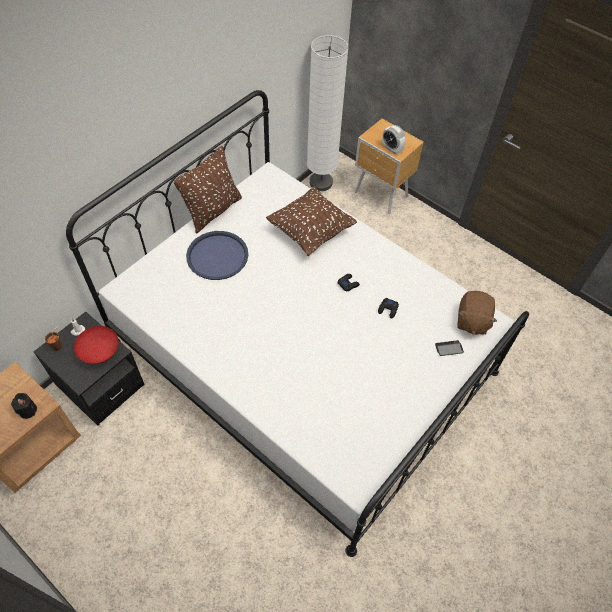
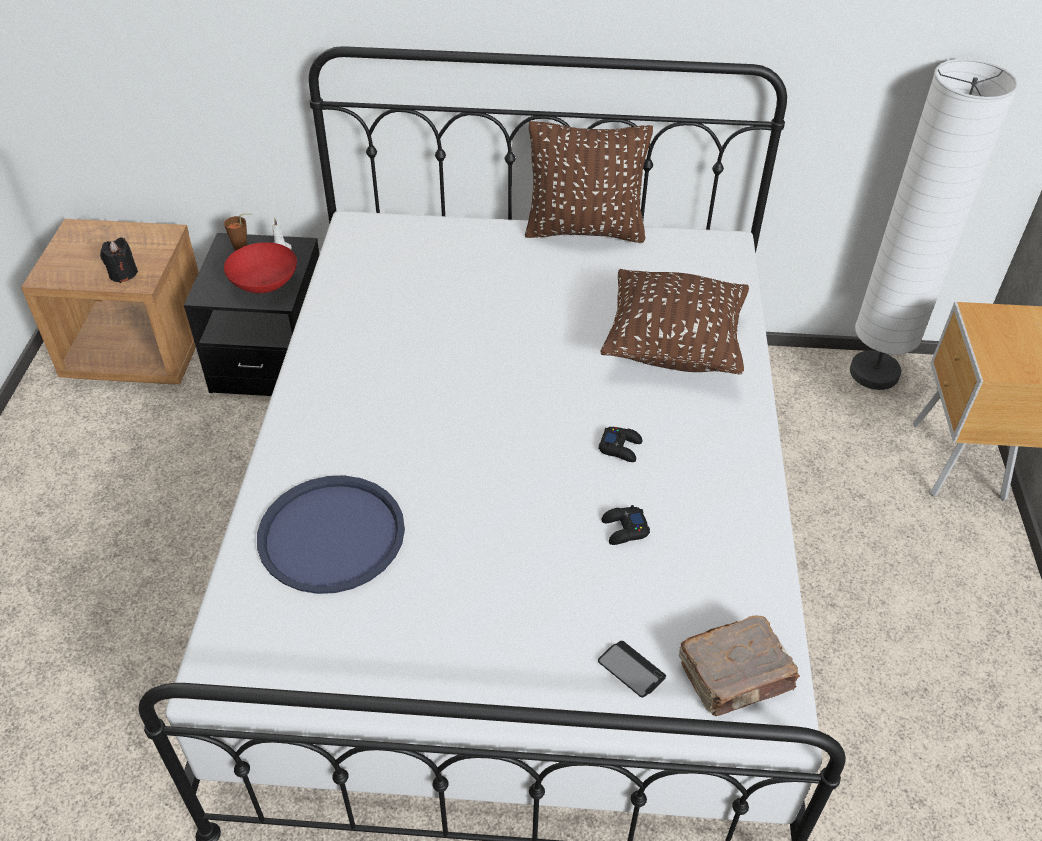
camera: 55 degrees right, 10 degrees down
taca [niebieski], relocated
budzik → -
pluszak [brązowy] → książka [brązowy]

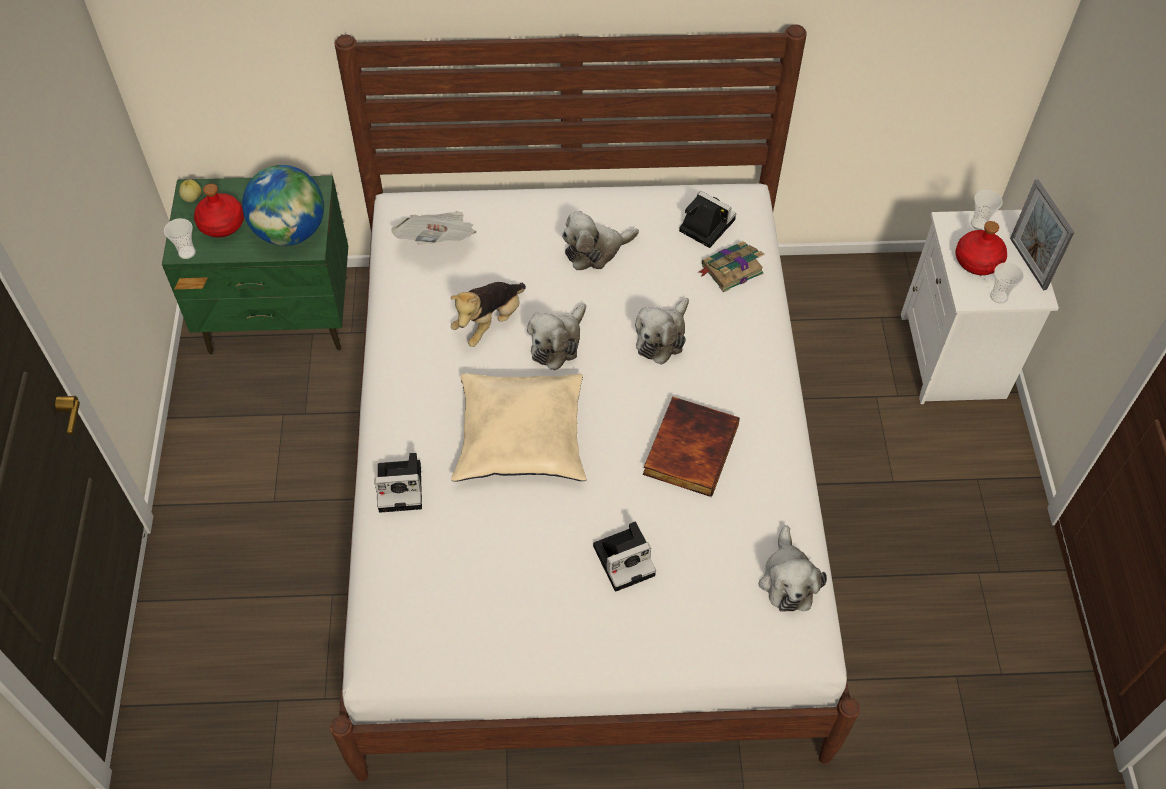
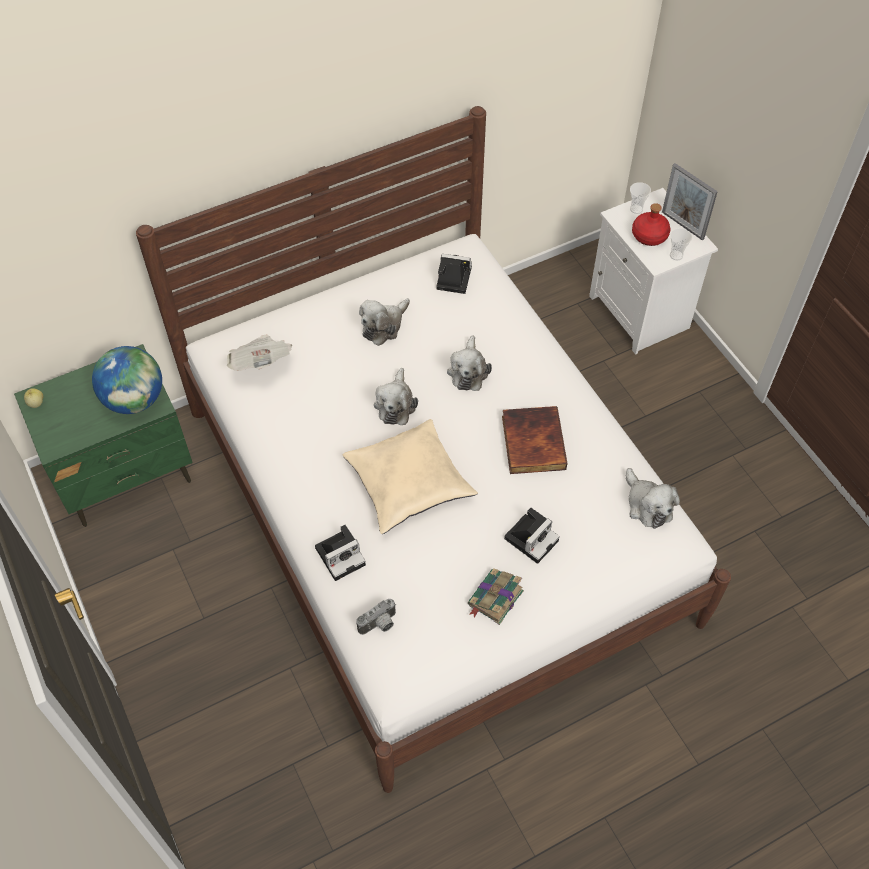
camera: 25 degrees left, 0 degrees up
filiżanka (no. 1 from left) → -
butelka [czerwony] (no. 1 from left) → -
pluszak (no. 1 from left) → -
książka (no. 2 from left in the first image) → książka (no. 1 from left), relocated
- → aparat fotograficzny (no. 2 from left)

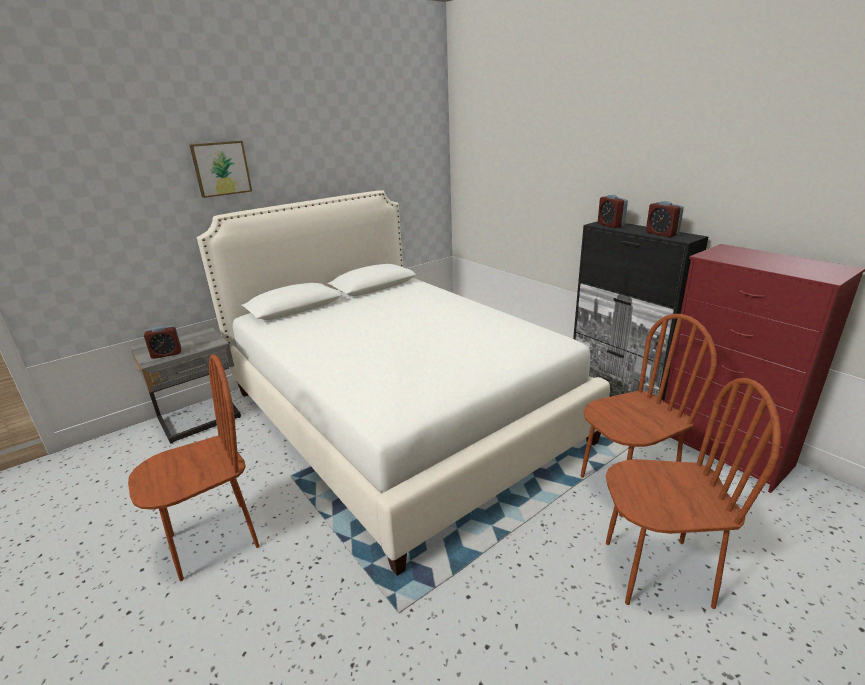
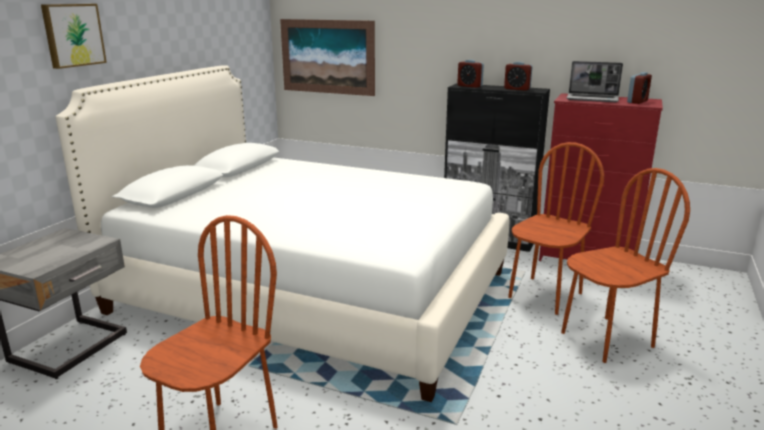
camera: 30 degrees left, 5 degrees down
budzik (no. 1 from left in the first image) → budzik (no. 3 from left), relocated
- → obraz (no. 2 from left)
- → laptop

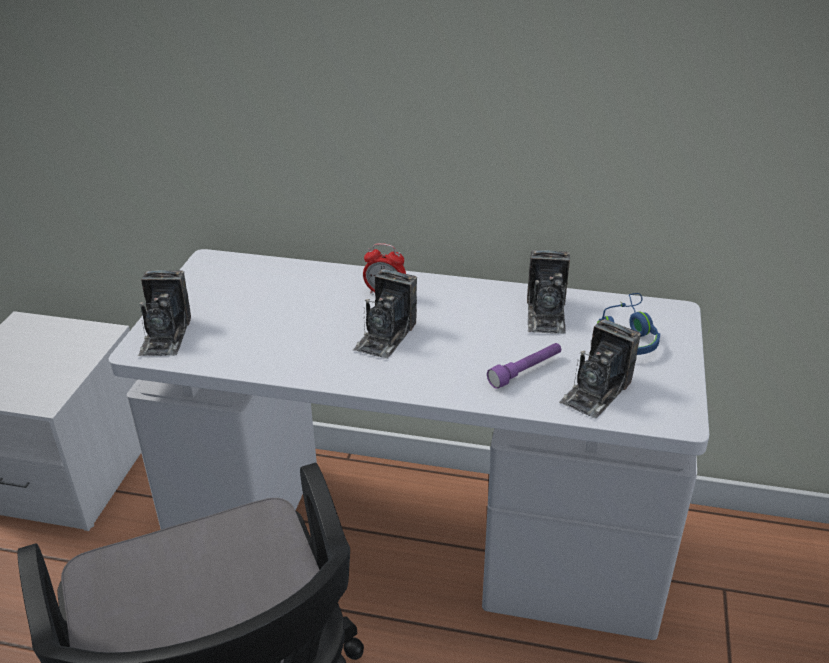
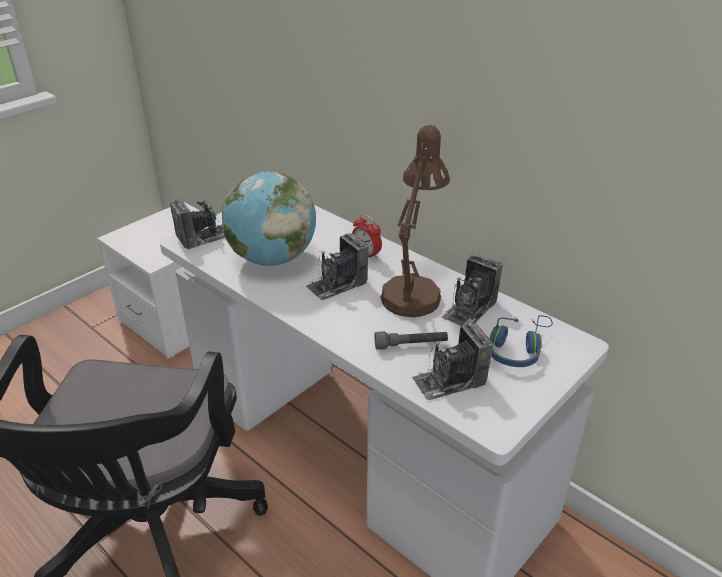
camera: 30 degrees right, 0 degrees up
aparat fotograficzny (no. 1 from left), 150 degrees counterclockwise
latarka [fioletowy] → latarka [szary]
- → globus
- → lampa stołowa [brązowy]

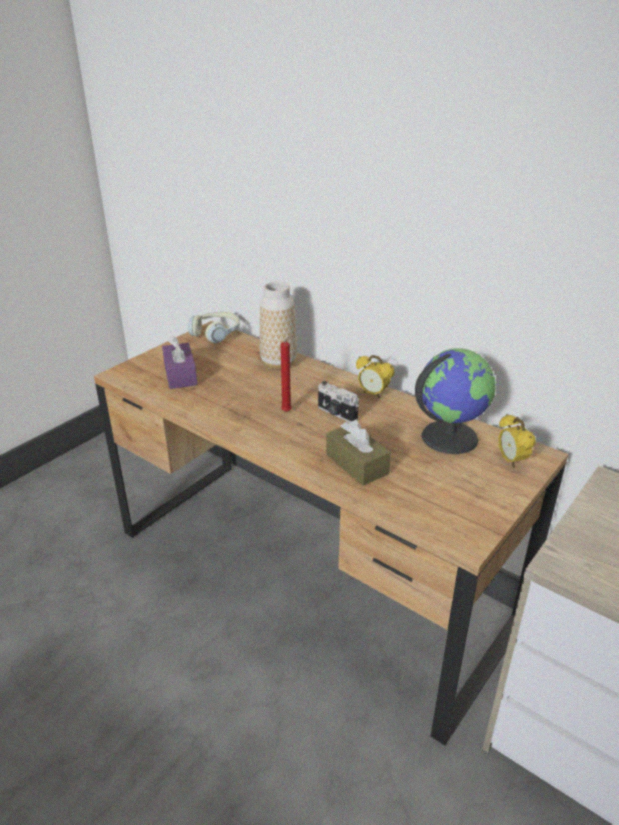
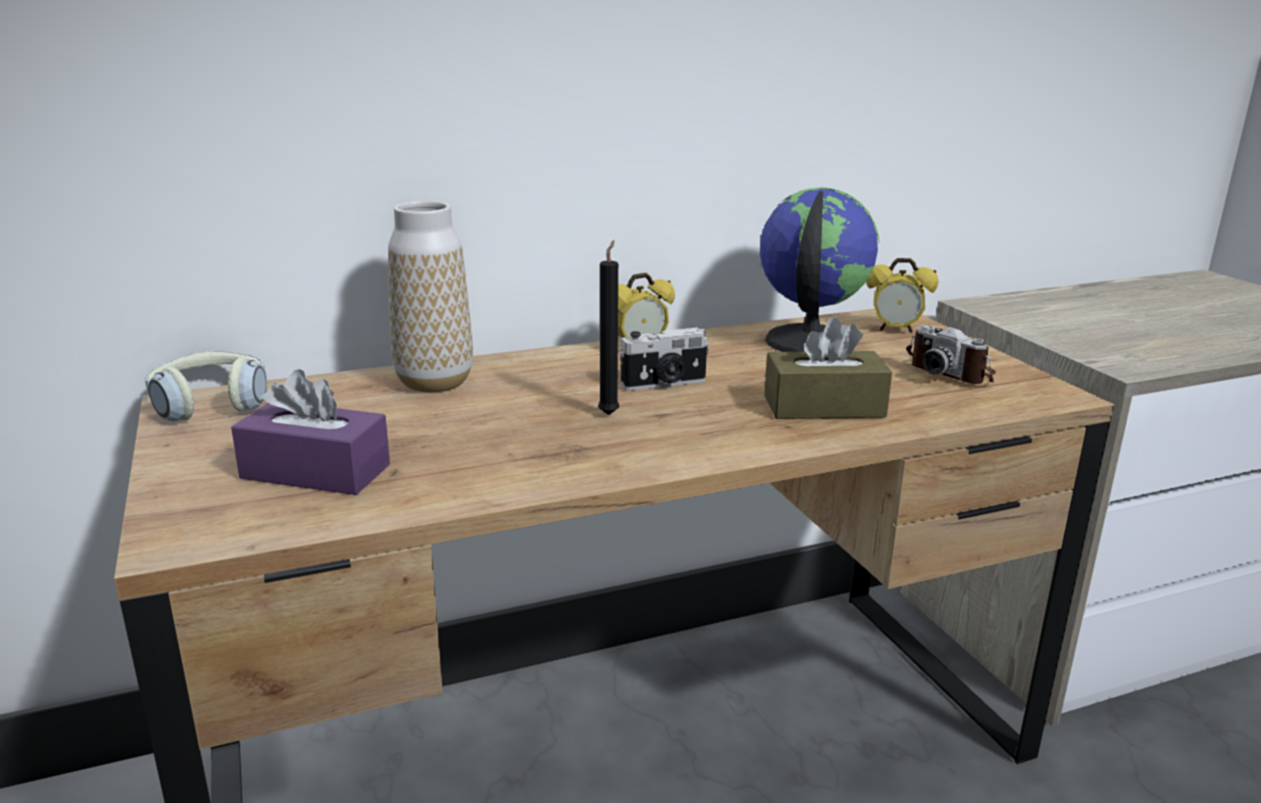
camera: 60 degrees left, 10 degrees down
świeca [czerwony] → świeca [czarny]
- → aparat fotograficzny (no. 2 from left)

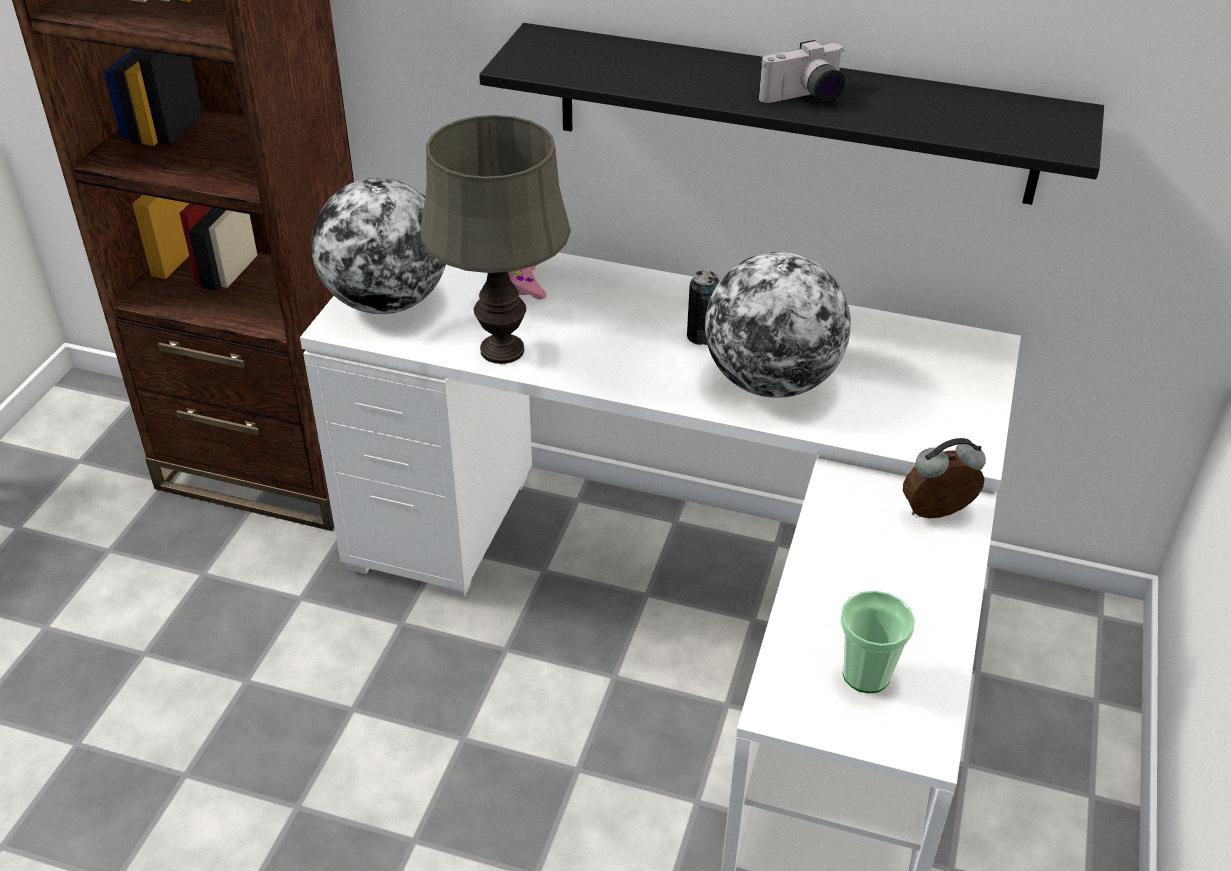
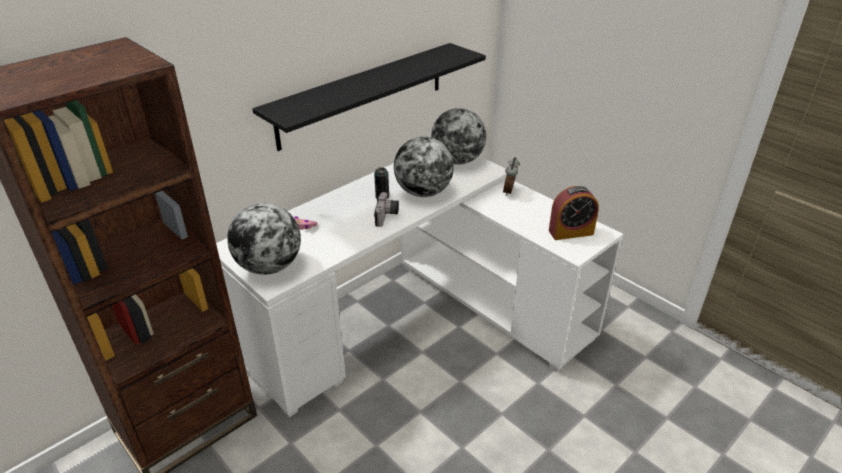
camera: 60 degrees left, 5 degrees down
lampa stołowa [szary] → -
aparat fotograficzny, relocated
filiżanka → budzik (no. 2 from left)
- → globus (no. 3 from left)

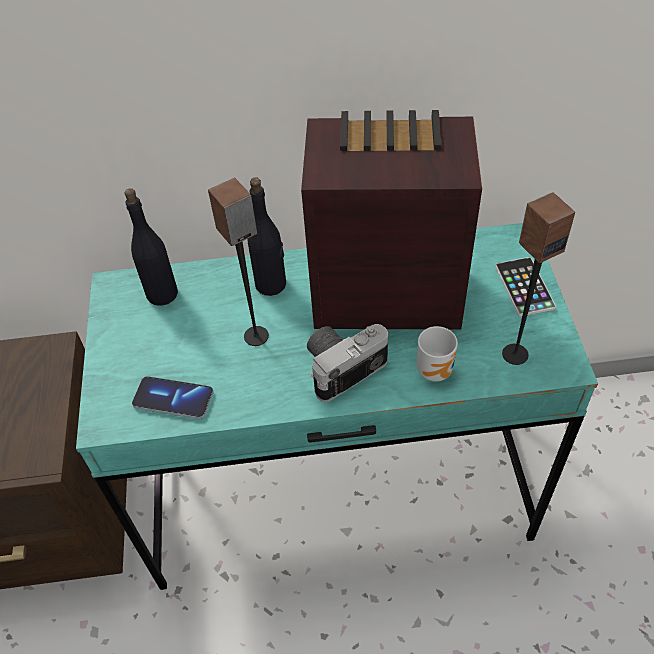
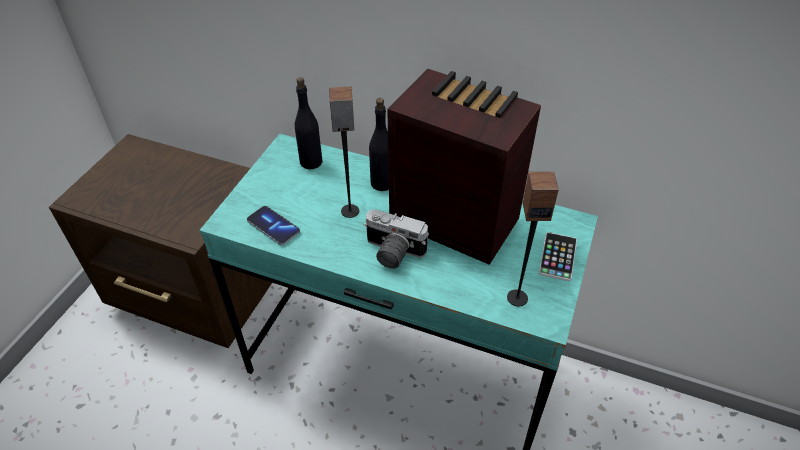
camera: 25 degrees right, 5 degrees down
aparat fotograficzny, 150 degrees counterclockwise
kubek → -

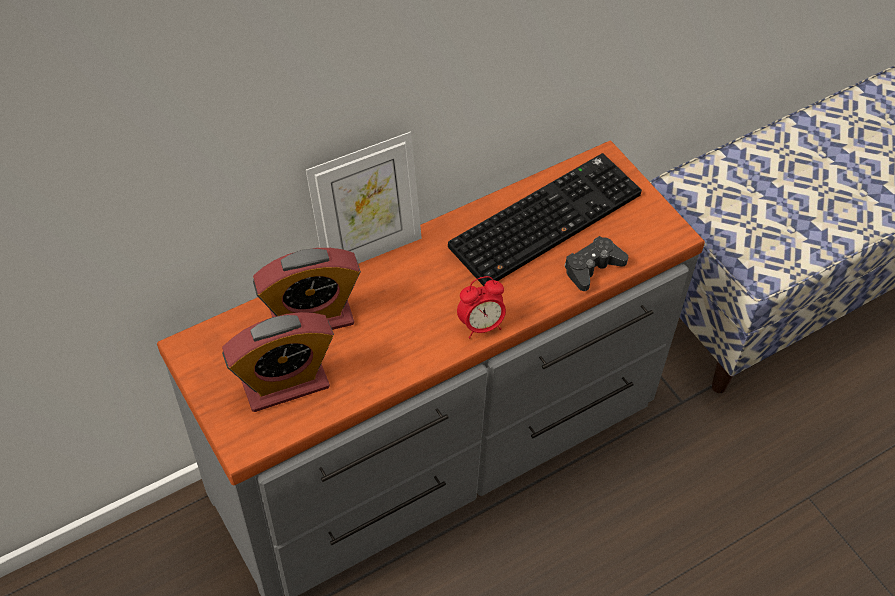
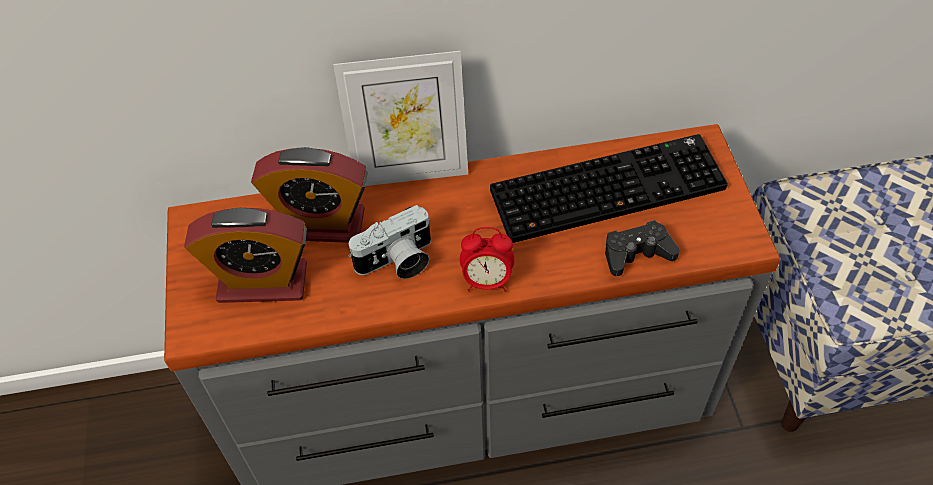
camera: 25 degrees right, 0 degrees up
- → aparat fotograficzny

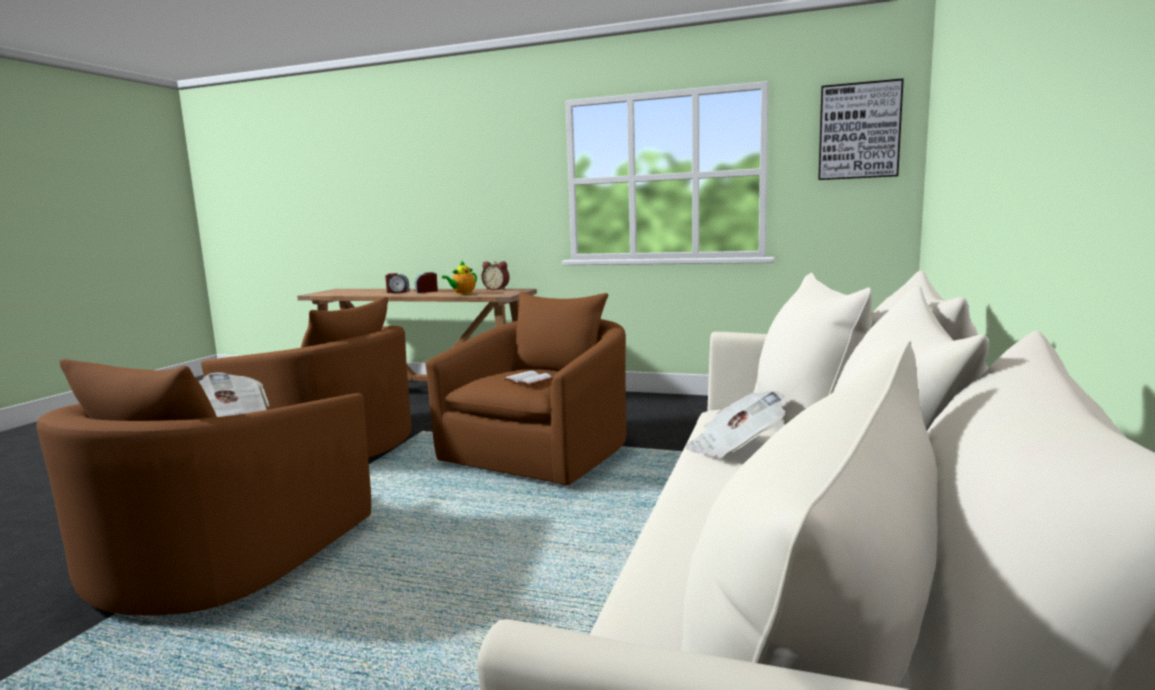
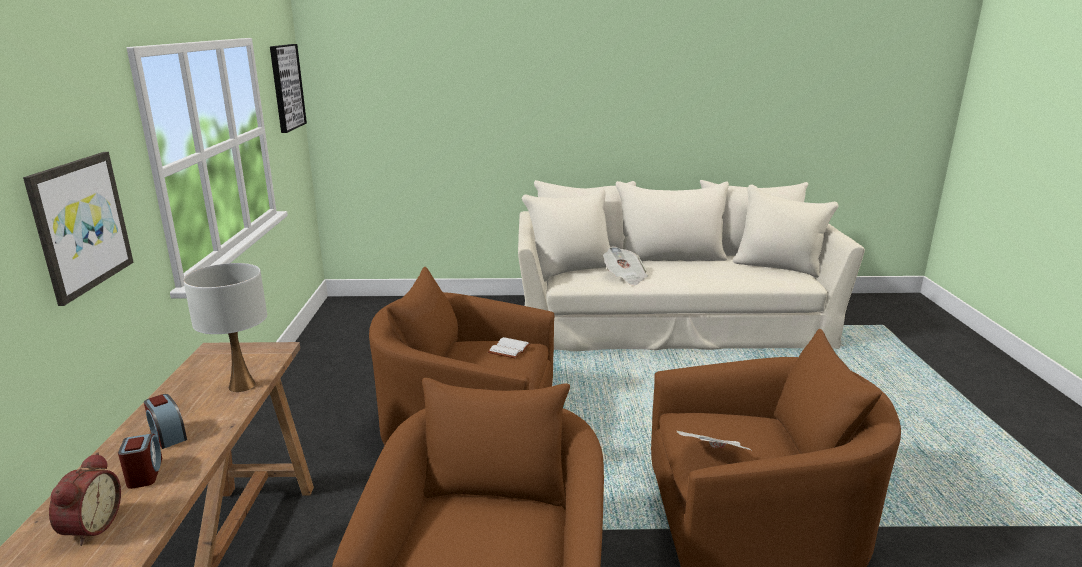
camera: 110 degrees left, 10 degrees up
imbryk → lampa stołowa [biały]
budzik (no. 3 from left in the first image) → budzik (no. 1 from left), relocated
- → obraz (no. 1 from left)

